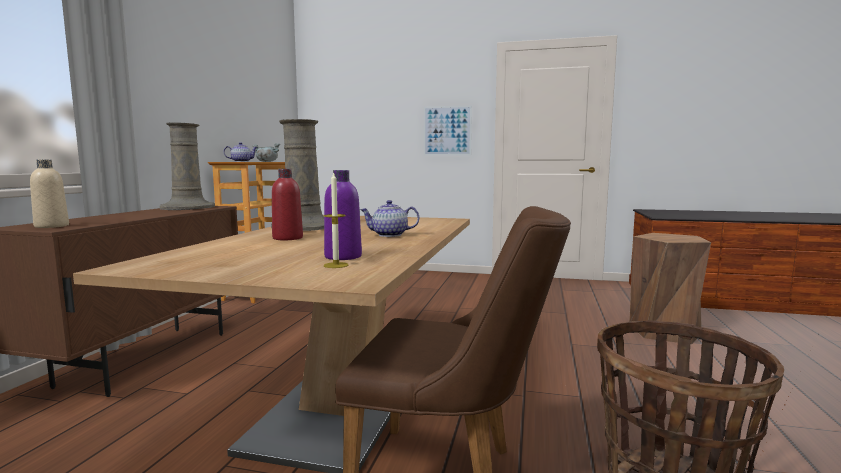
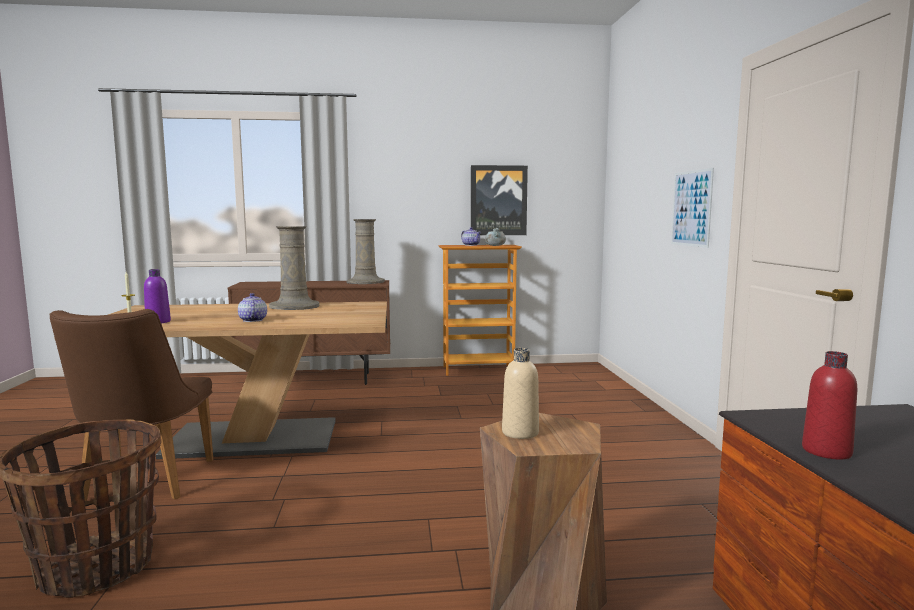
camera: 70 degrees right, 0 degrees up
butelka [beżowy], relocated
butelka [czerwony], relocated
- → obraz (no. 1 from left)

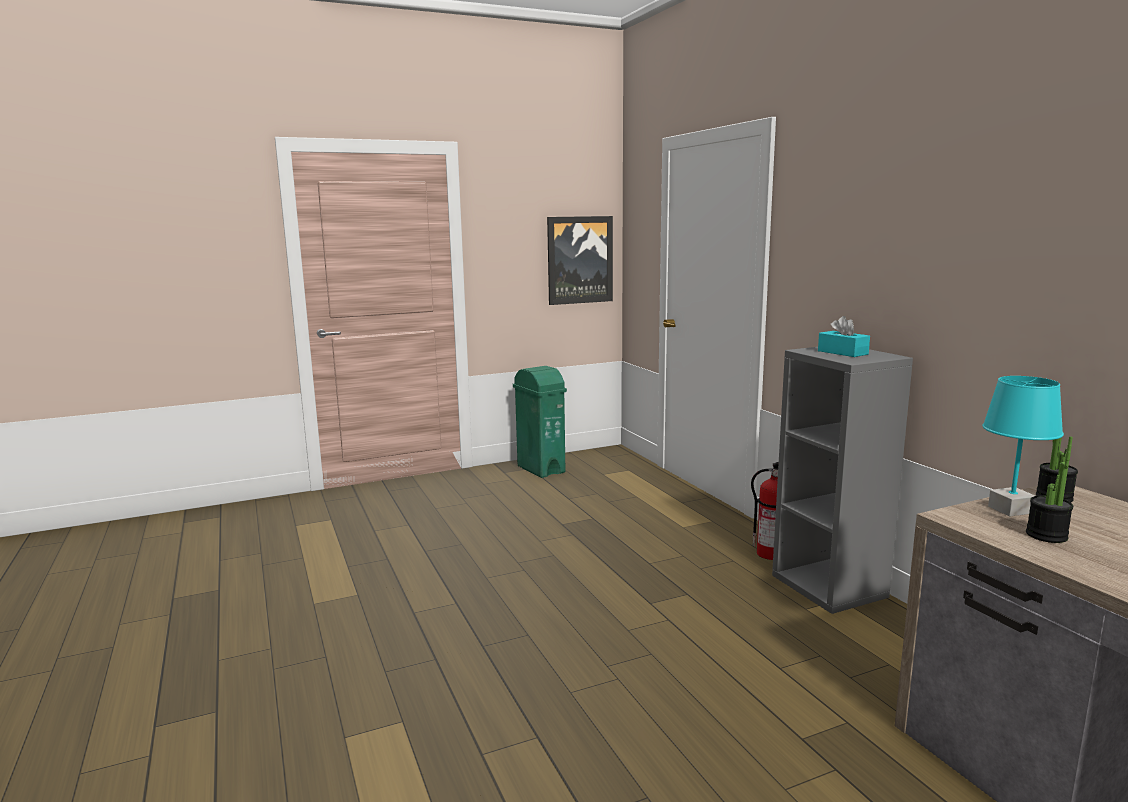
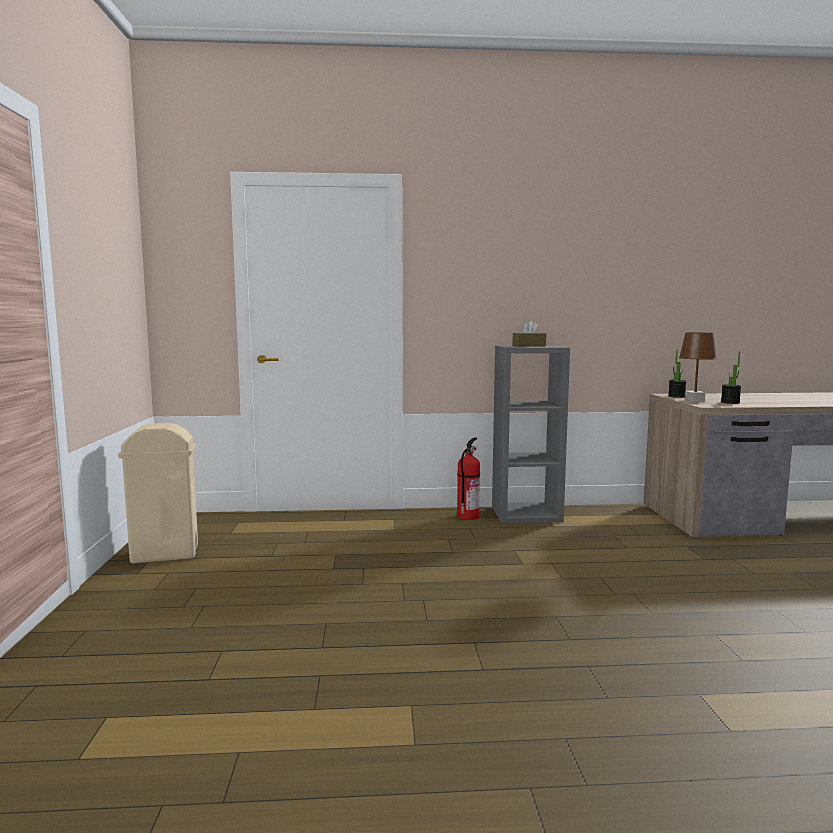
camera: 70 degrees left, 5 degrees down
kosz na śmieci [zielony] → kosz na śmieci [beżowy]
obraz → -
pudełko chusteczek [turkusowy] → pudełko chusteczek [brązowy]
lampa stołowa [turkusowy] → lampa stołowa [brązowy]

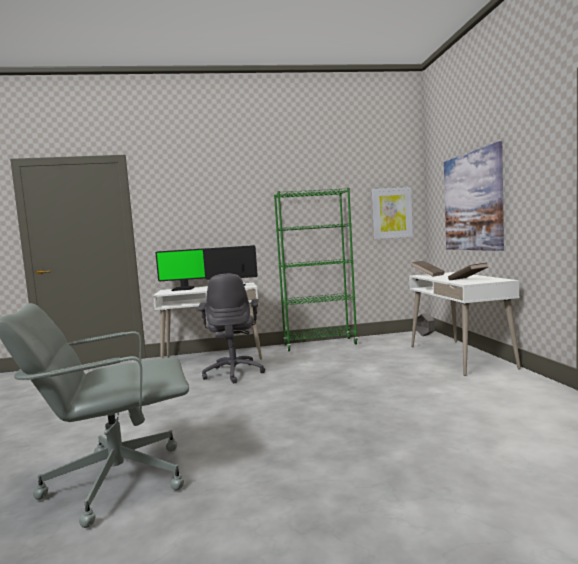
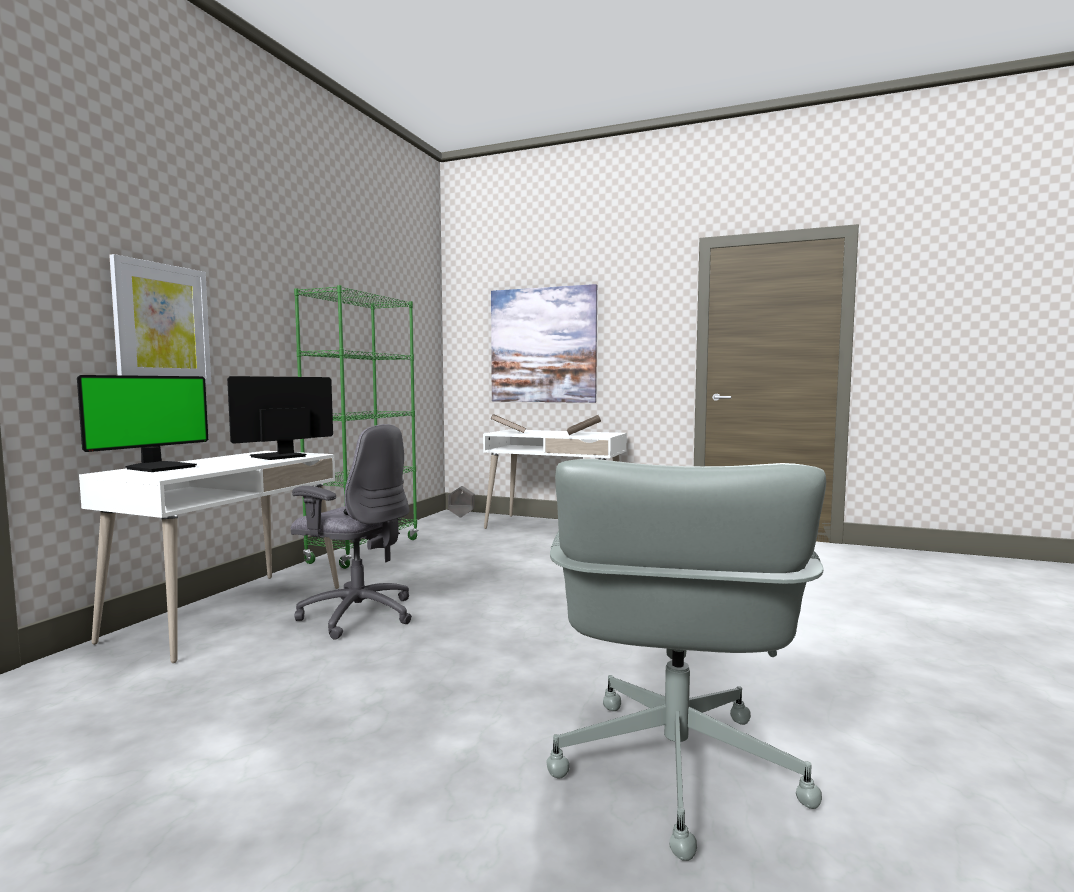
camera: 60 degrees left, 0 degrees up
obraz (no. 1 from left), relocated

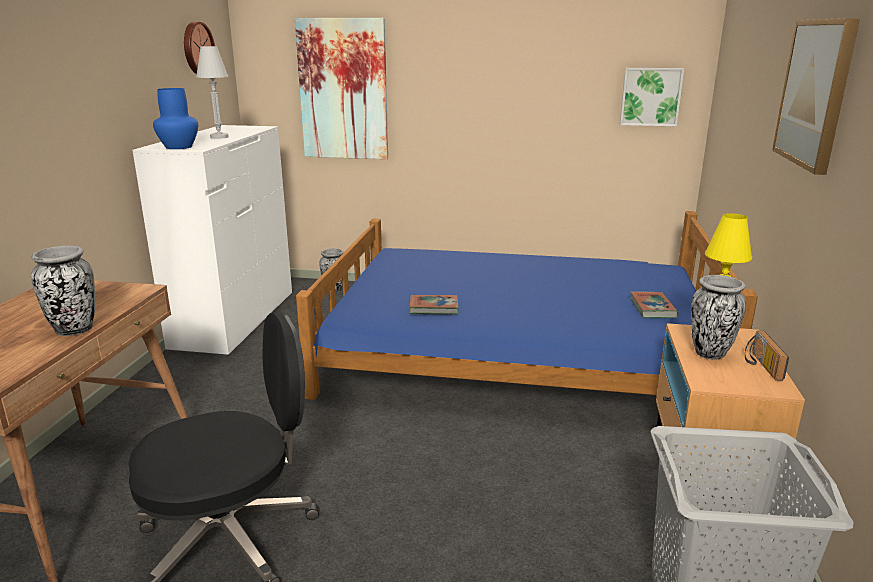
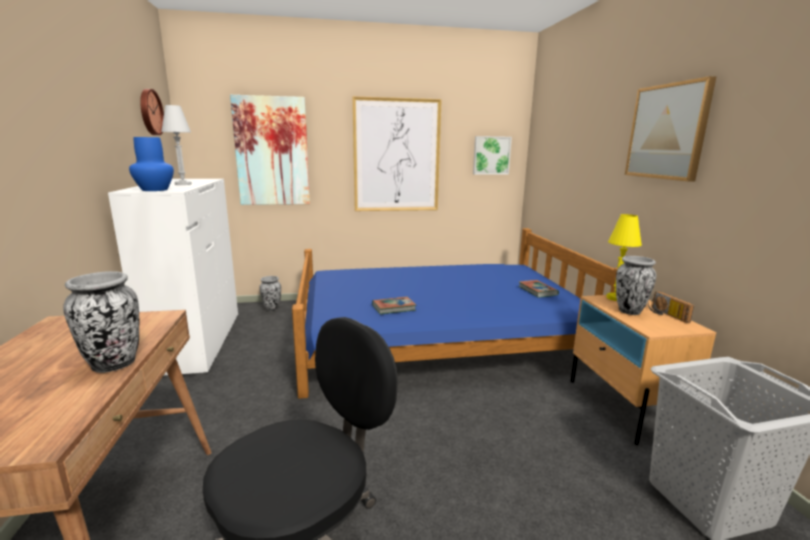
camera: 20 degrees left, 5 degrees down
- → obraz (no. 2 from left)

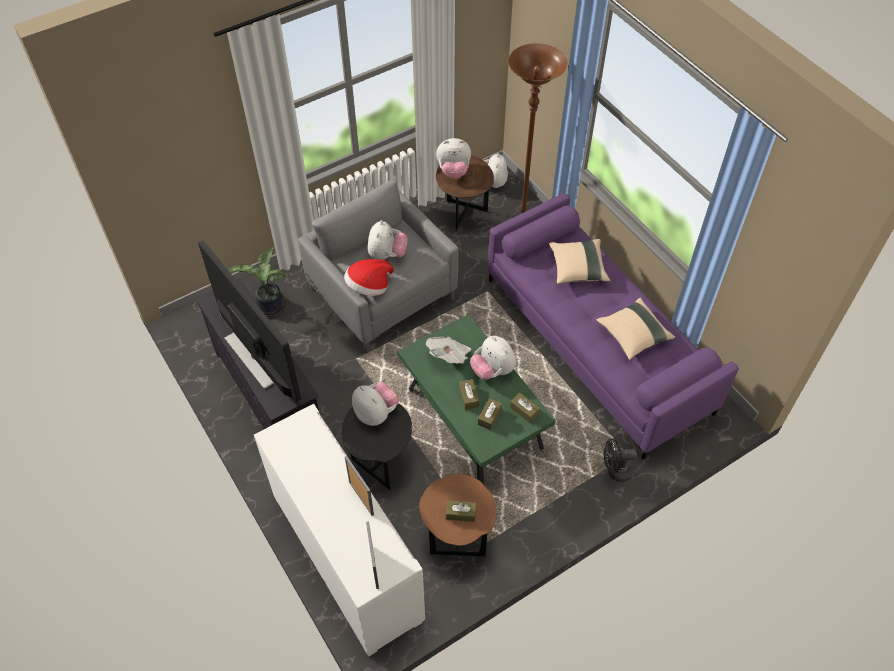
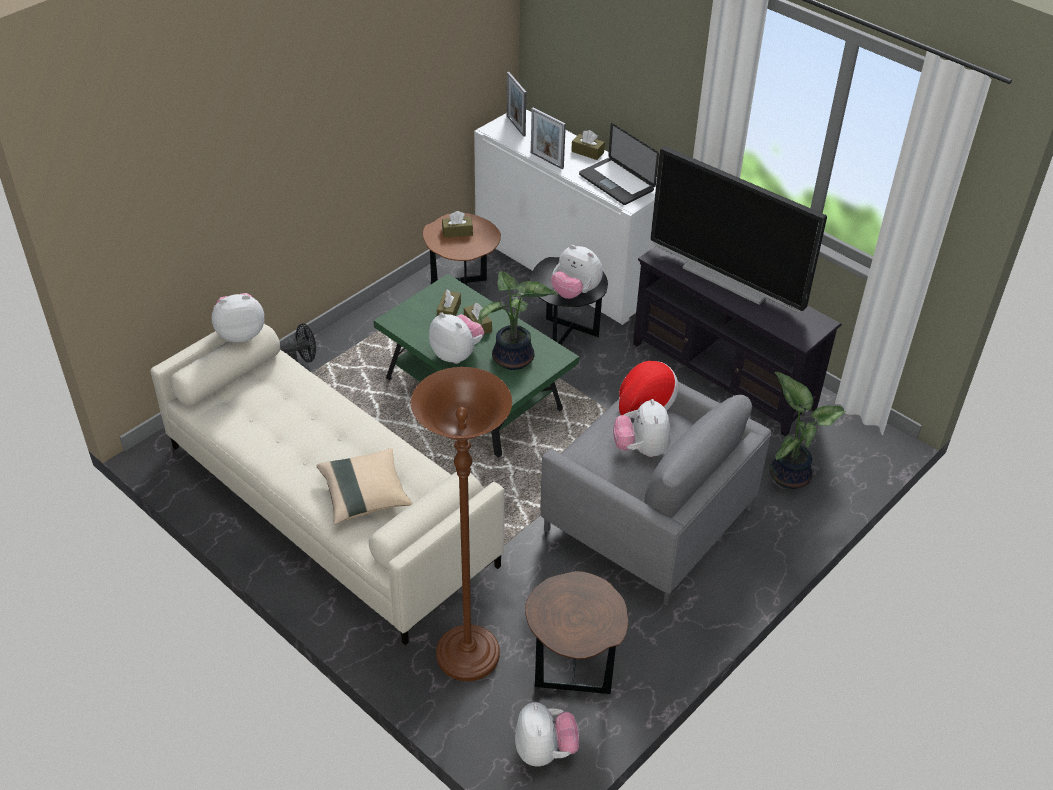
camera: 165 degrees right, 10 degrees down
gazeta → roślina doniczkowa (no. 1 from left)
pluszak (no. 3 from left in the first image) → pluszak (no. 1 from left), relocated
kanapa [fioletowy] → kanapa [beżowy]
pudełko chusteczek [brązowy] (no. 4 from left), relocated
poduszka [beżowy] (no. 2 from left) → -
- → laptop

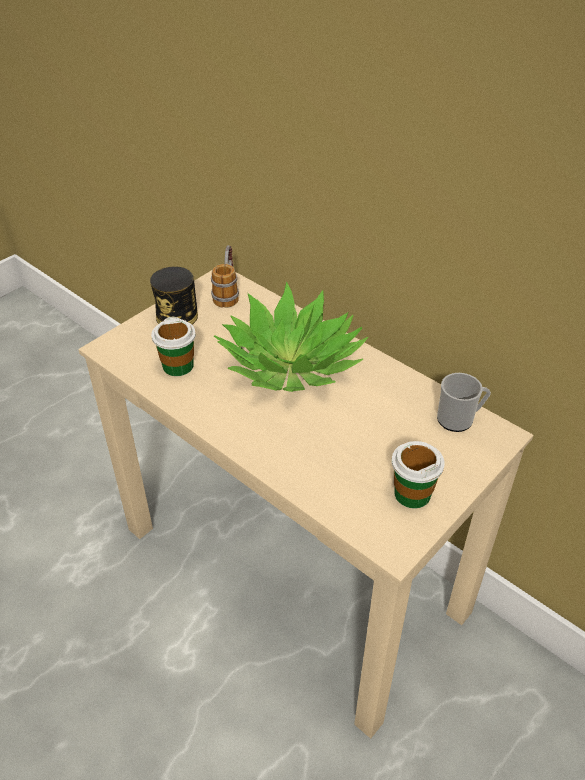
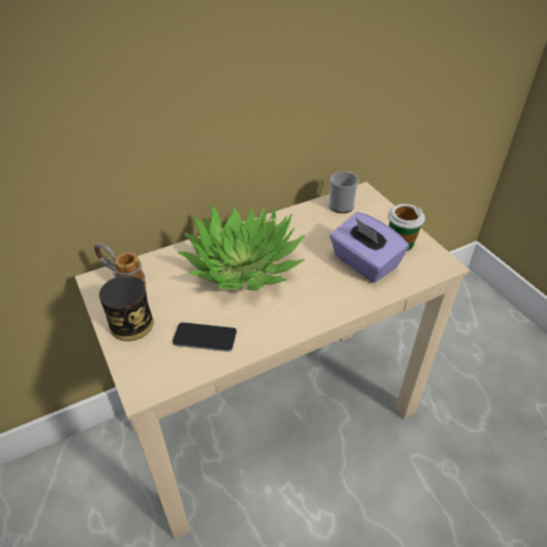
camera: 70 degrees left, 0 degrees up
filiżanka (no. 1 from left) → telefon
- → pudełko chusteczek [fioletowy]

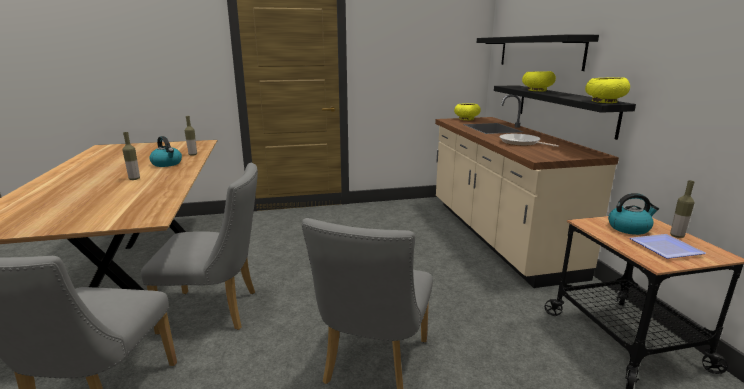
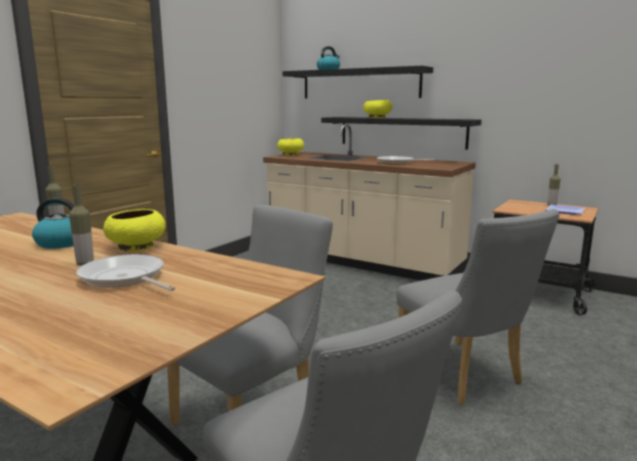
camera: 45 degrees left, 5 degrees down
miska [żółty] (no. 3 from left in the first image) → miska [żółty] (no. 1 from left), relocated
czajnik (no. 2 from left), relocated
- → patelnia (no. 1 from left)

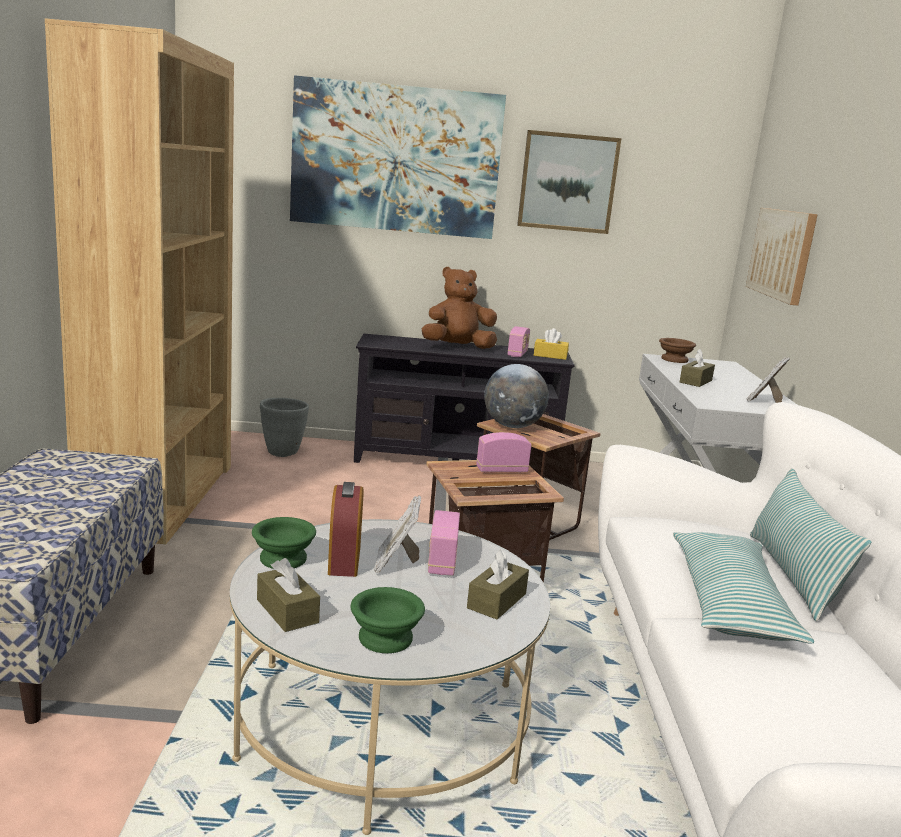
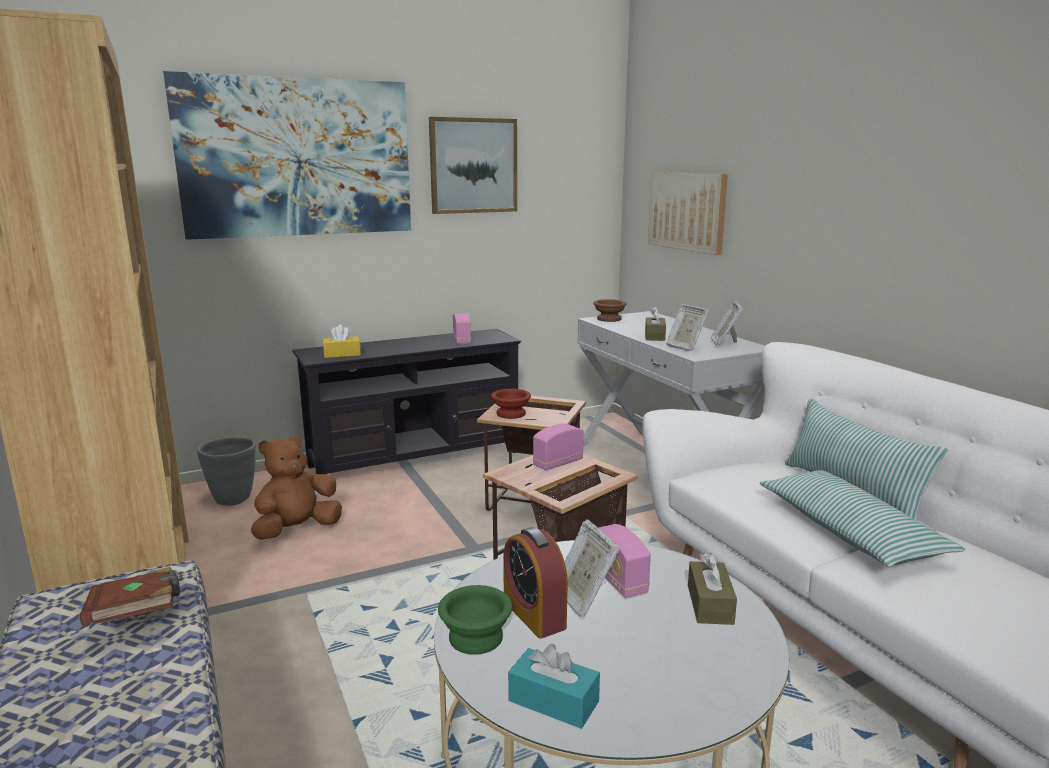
camera: 25 degrees left, 0 degrees up
pudełko chusteczek [brązowy] (no. 1 from left) → pudełko chusteczek [turkusowy]
miska [zielony] (no. 2 from left) → -
pluszak [brązowy], relocated
globus → miska [brązowy] (no. 1 from left)
pudełko chusteczek [żółty], relocated
- → książka [brązowy]
- → ramka na zdjęcie (no. 2 from left)

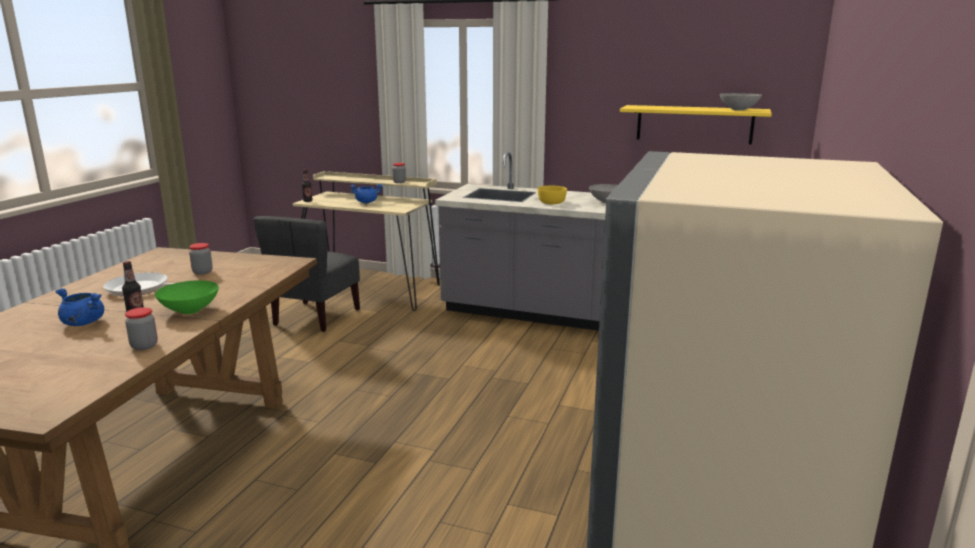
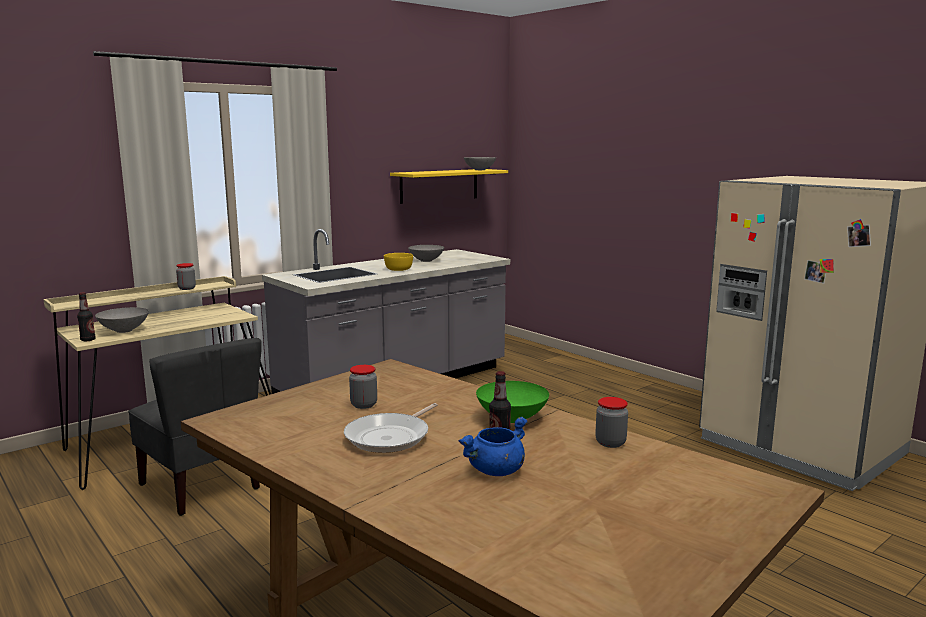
camera: 60 degrees left, 5 degrees down
garnek [niebieski] (no. 2 from left) → -
- → miska [szary] (no. 1 from left)

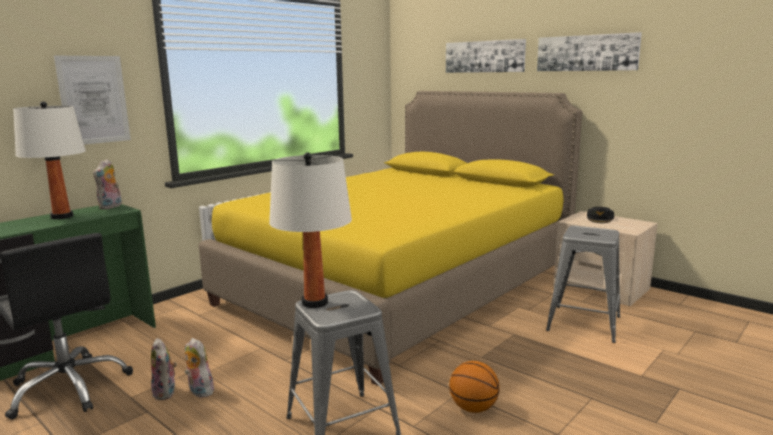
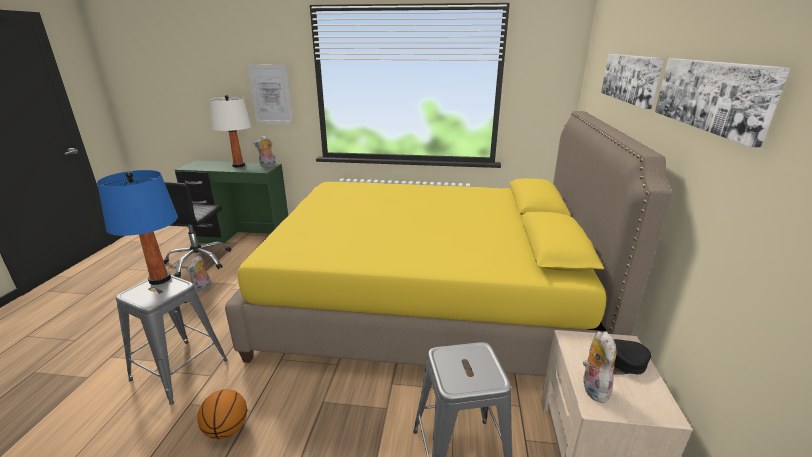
camera: 55 degrees right, 10 degrees up
pluszak (no. 3 from left), relocated
lampa stołowa [biały] (no. 2 from left) → lampa stołowa [niebieski]

